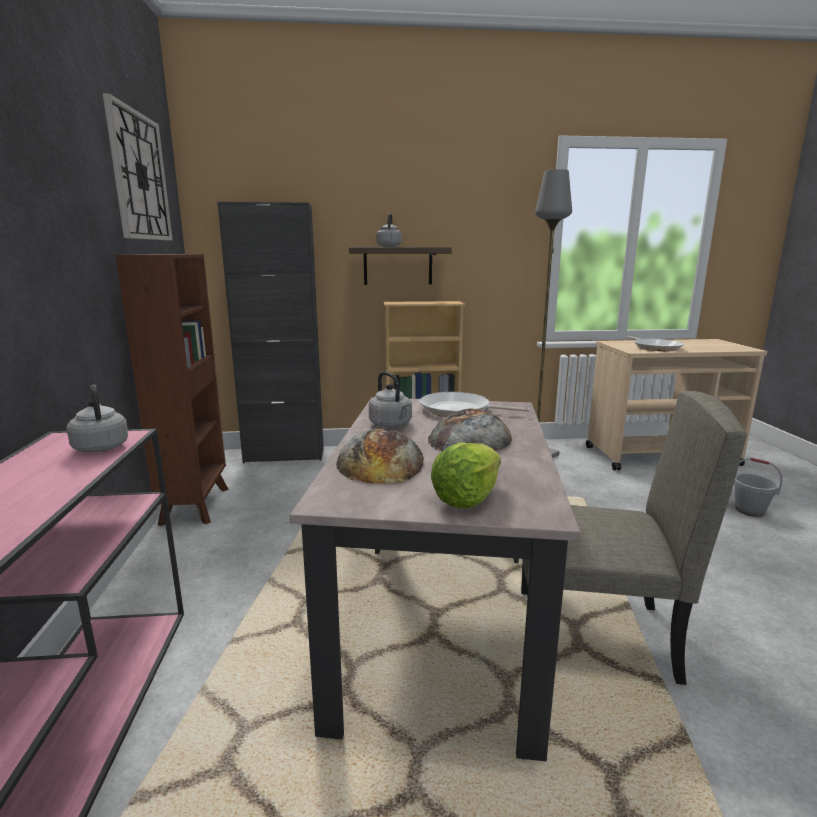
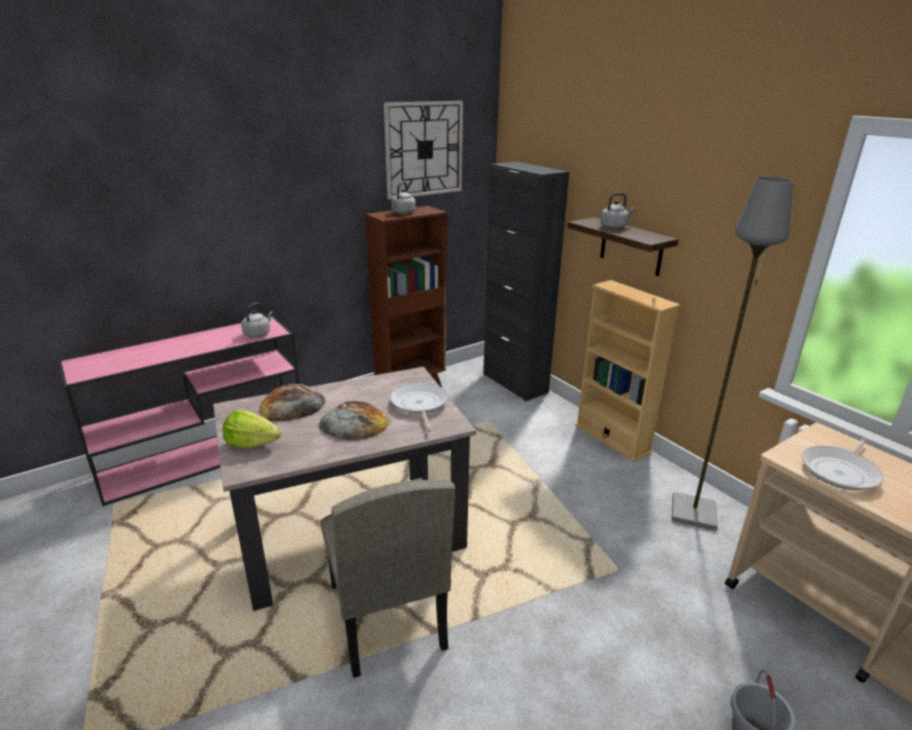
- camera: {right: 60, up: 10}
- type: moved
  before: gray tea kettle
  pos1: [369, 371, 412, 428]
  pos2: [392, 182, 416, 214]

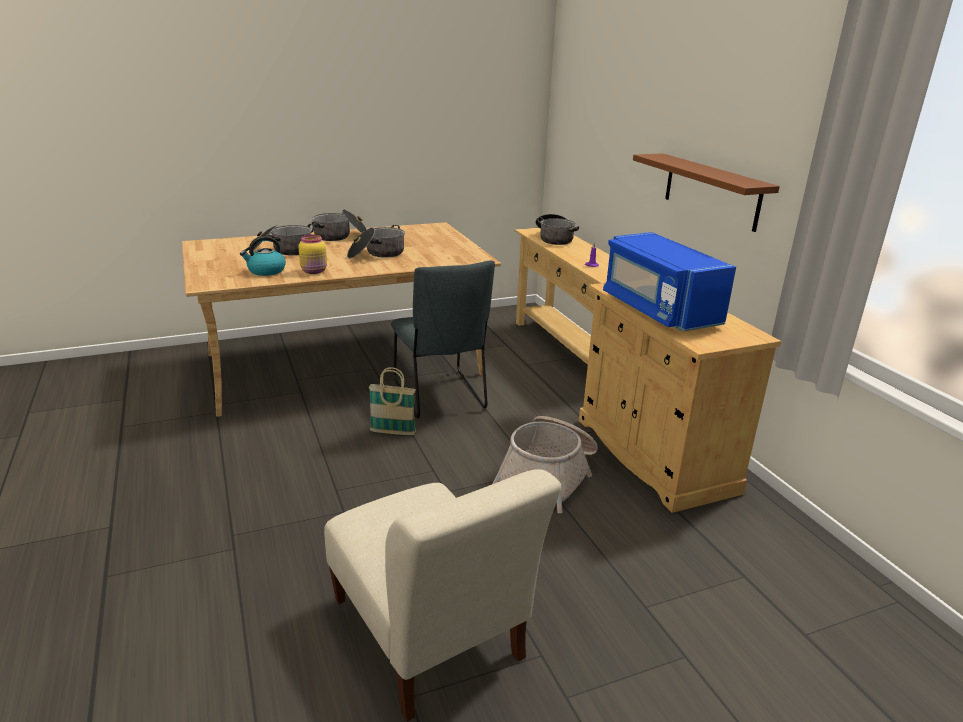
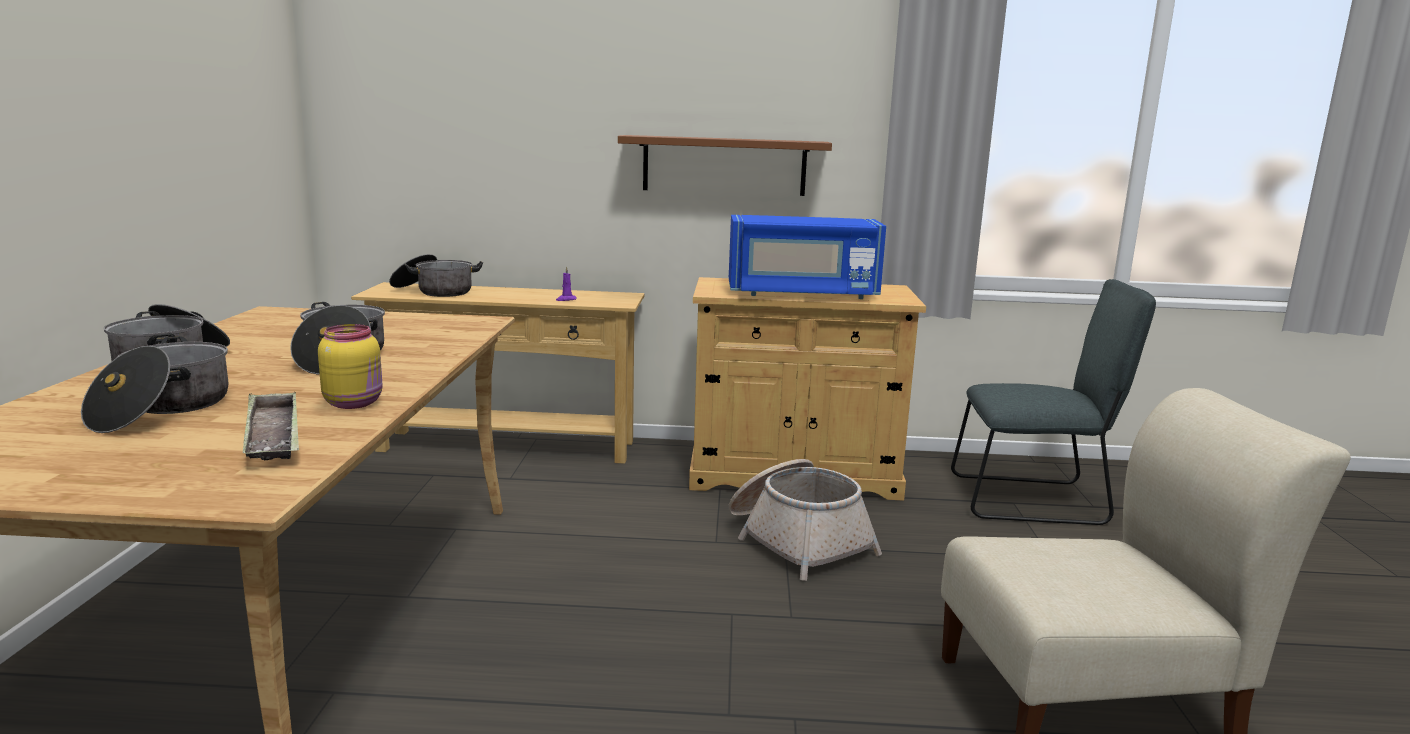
- camera: {right: -65, up: -10}
- type: replaced
  before: tea kettle
  after: tray
  pos1: [240, 236, 286, 276]
  pos2: [243, 392, 299, 460]
- type: moved
  before: gray upright chair
  pos1: [391, 261, 495, 419]
  pos2: [951, 279, 1156, 525]
- type: removed
  before: household basket
  pos1: [369, 367, 416, 435]

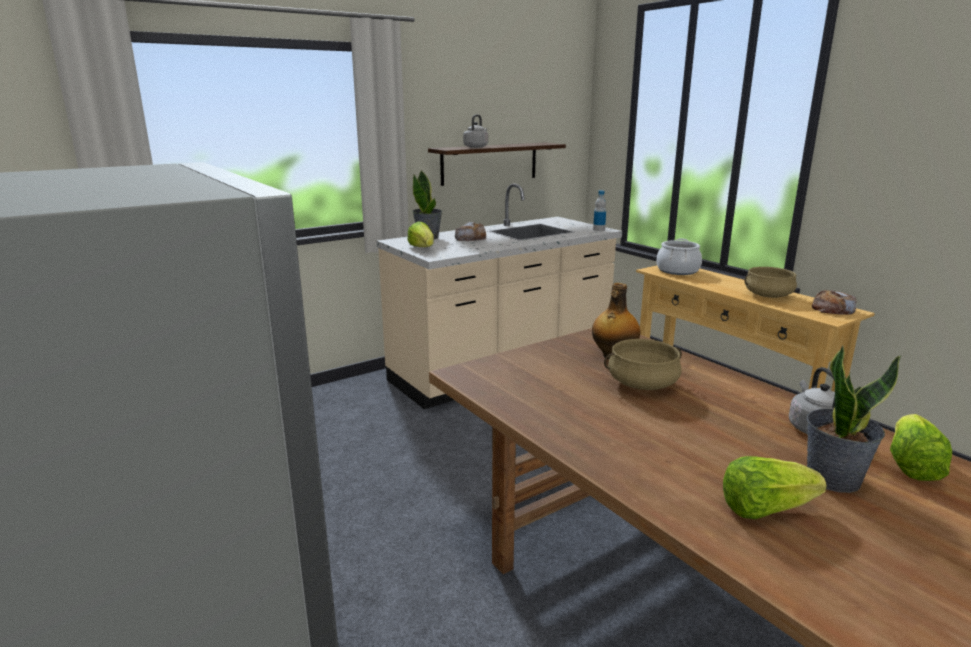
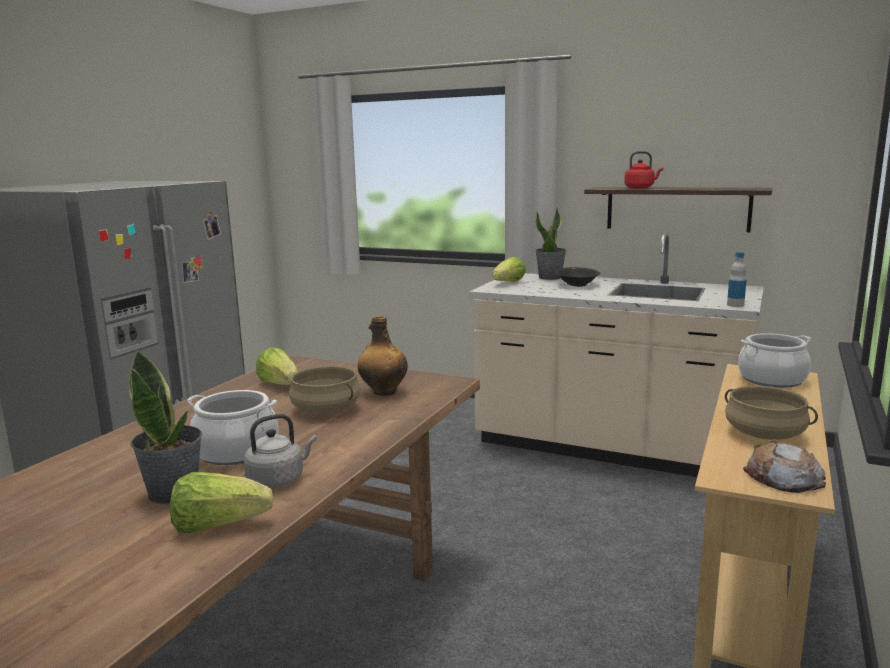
- camera: {right: 60, up: -5}
- type: added
  after: cooking pot
  pos2: [187, 390, 278, 465]
- type: moved
  before: lettuce
  pos1: [723, 456, 827, 519]
  pos2: [256, 348, 298, 385]
- type: replaced
  before: bakery bread
  after: black-coloured deep dish
  pos1: [455, 222, 486, 241]
  pos2: [555, 267, 600, 287]
- type: recoloured
  before: gray tea kettle
  after: red tea kettle
  pos1: [463, 114, 488, 148]
  pos2: [624, 151, 663, 189]

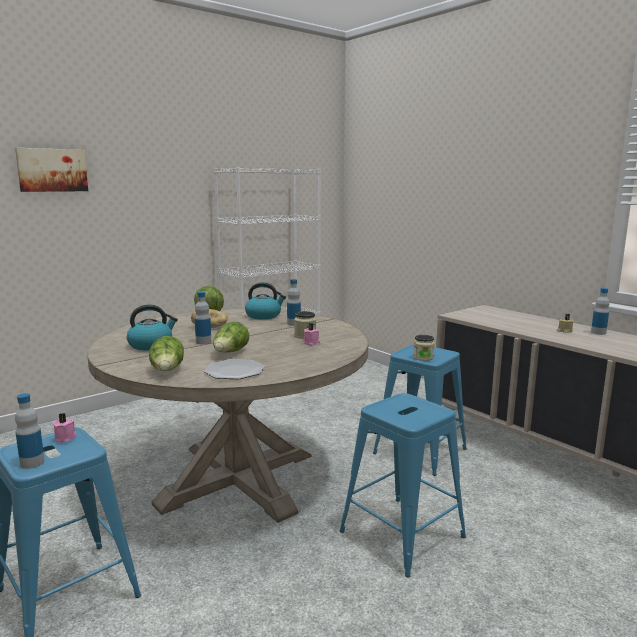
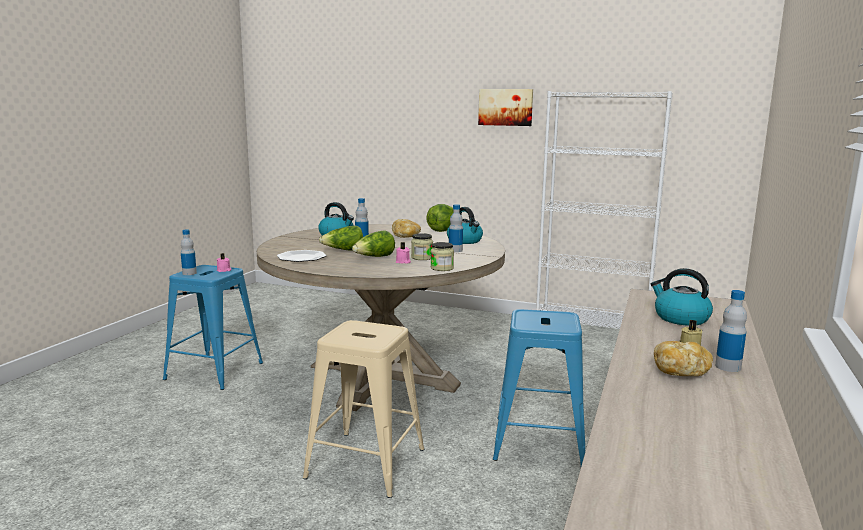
- camera: {right: 60, up: 0}
- type: recoloured
  before: blue-coloured stool
  after: beige stool
  pos1: [340, 393, 466, 578]
  pos2: [303, 320, 424, 498]
- type: moved
  before: lettuce
  pos1: [149, 336, 184, 371]
  pos2: [352, 230, 395, 257]
- type: moved
  before: storage jar
  pos1: [413, 335, 435, 361]
  pos2: [431, 242, 454, 271]
- type: moved
  before: wall picture
  pos1: [15, 148, 88, 192]
  pos2: [478, 89, 533, 126]
- type: added
  after: tea kettle
  pos2: [651, 268, 713, 326]
- type: added
  after: bakery bread
  pos2: [654, 341, 713, 376]

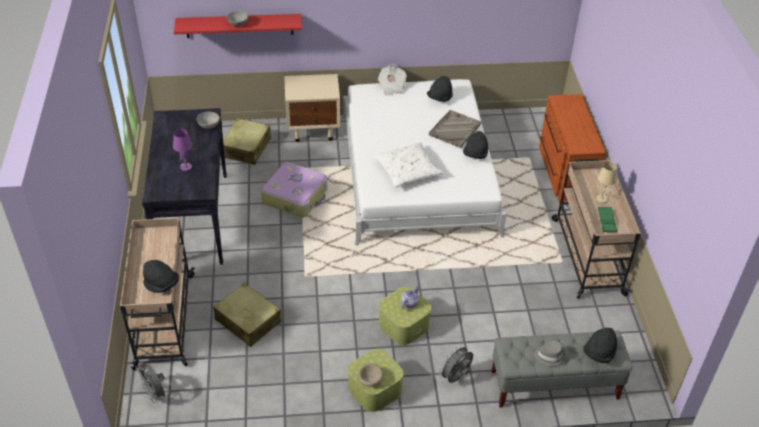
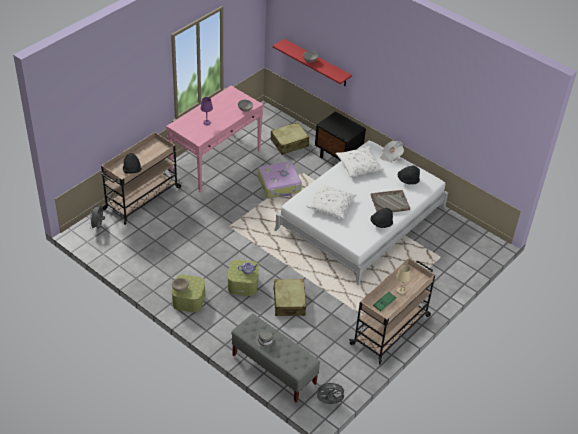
- camera: {right: 45, up: 0}
- type: recoloured
  before: black-coloured narrow table
  after: pink narrow table
  pos1: [142, 108, 227, 265]
  pos2: [166, 85, 264, 192]
- type: moved
  before: beige suitcase
  pos1: [213, 283, 281, 347]
  pos2: [274, 279, 307, 316]
- type: recoloured
  before: beige bedside table
  after: black-coloured bedside table
  pos1: [284, 74, 340, 142]
  pos2: [315, 111, 366, 162]
- type: moved
  before: gray cooling fan
  pos1: [439, 345, 473, 383]
  pos2: [315, 381, 346, 404]
- type: added
  after: whitish cushion
  pos2: [336, 147, 384, 177]
- type: removed
  before: brown-coloured dresser
  pos1: [539, 94, 606, 204]
- type: removed
  before: black-coloured wearable hat
  pos1: [583, 328, 617, 363]

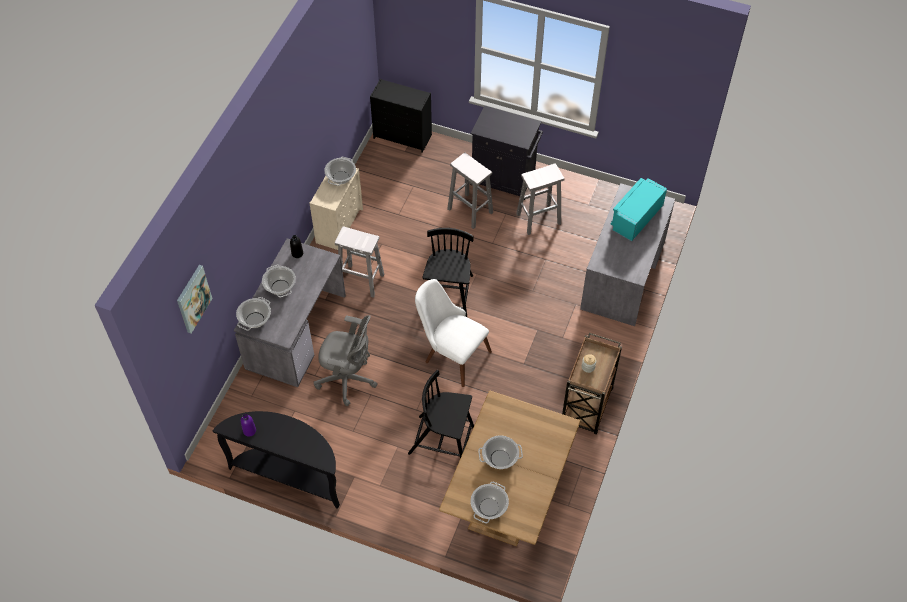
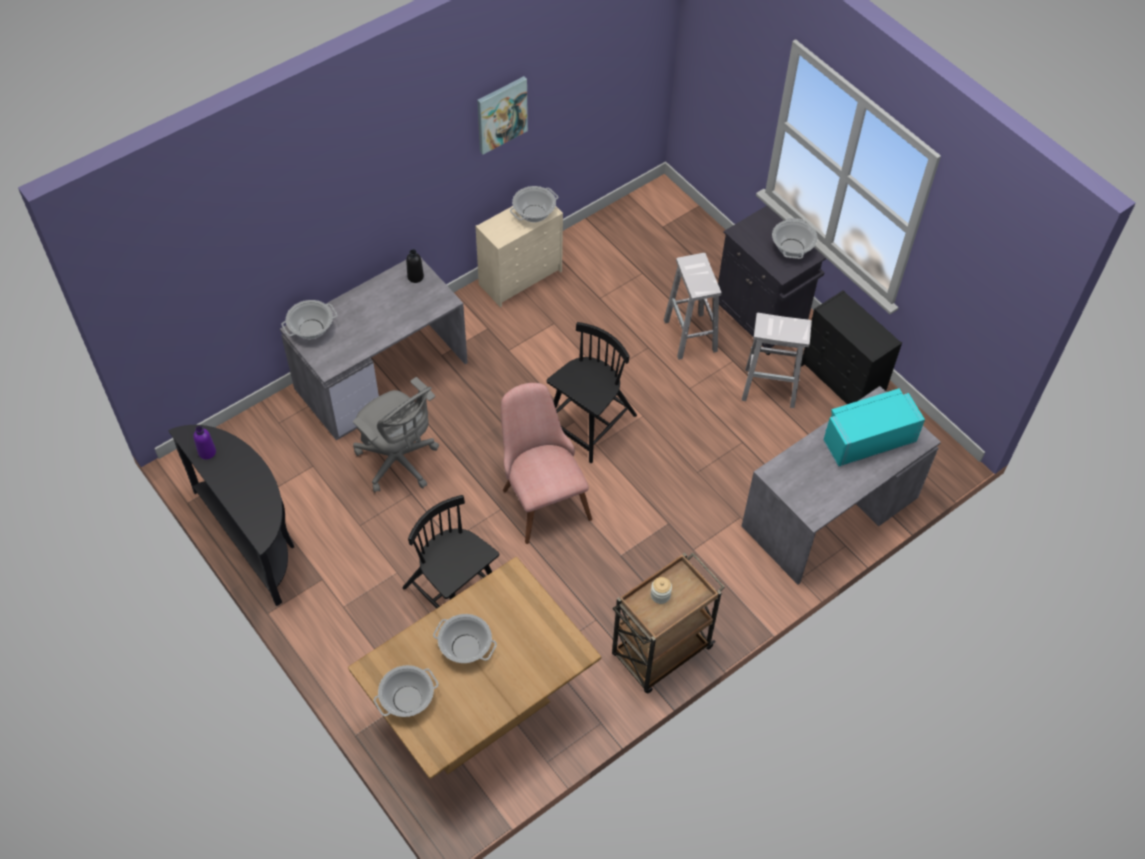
- camera: {right: 30, up: 0}
- type: moved
  before: wall picture
  pos1: [177, 265, 213, 334]
  pos2: [477, 76, 528, 155]
- type: recoloured
  before: whitish upright chair
  after: pink upright chair
  pos1: [415, 279, 492, 387]
  pos2: [501, 383, 592, 544]
- type: moved
  before: cooking pot
  pos1: [262, 265, 296, 297]
  pos2: [772, 218, 818, 259]
- type: moved
  before: black-coloured dresser
  pos1: [370, 79, 432, 153]
  pos2: [801, 290, 902, 404]
- type: removed
  before: whitish stool
  pos1: [335, 226, 384, 298]

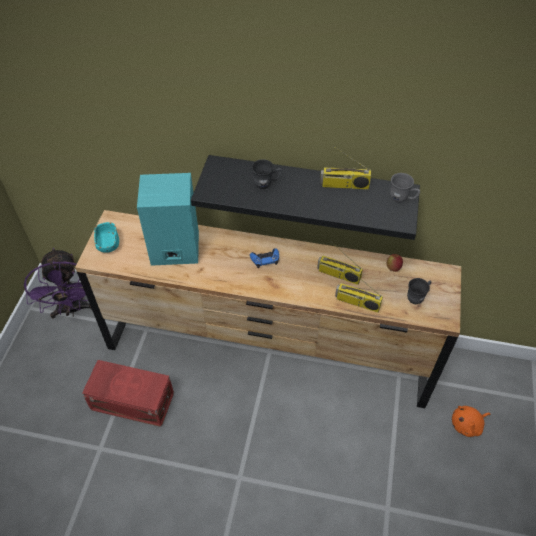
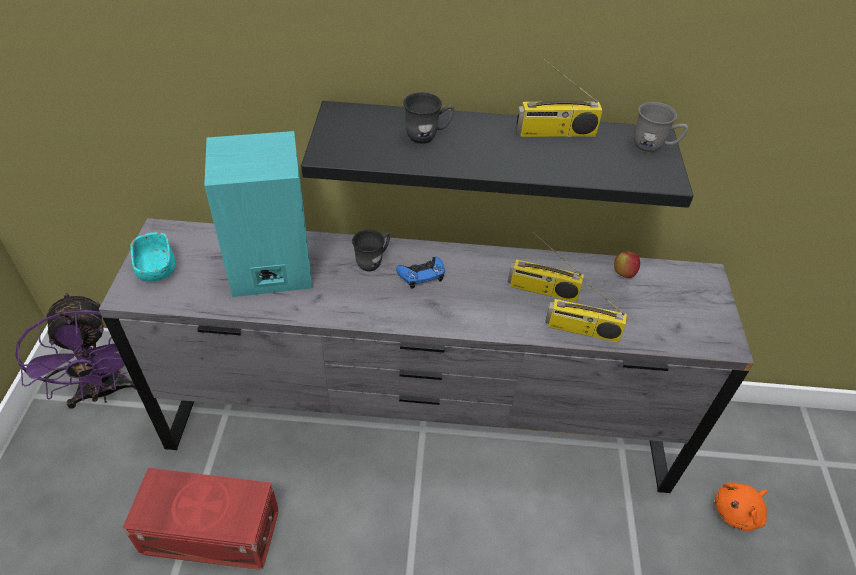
- camera: {right: -10, up: -5}
- type: recoloured
  before: brown-coloured dresser
  after: gray dresser
  pos1: [75, 210, 461, 408]
  pos2: [99, 218, 754, 493]
- type: moved
  before: gray mug
  pos1: [407, 278, 431, 304]
  pos2: [352, 230, 390, 272]

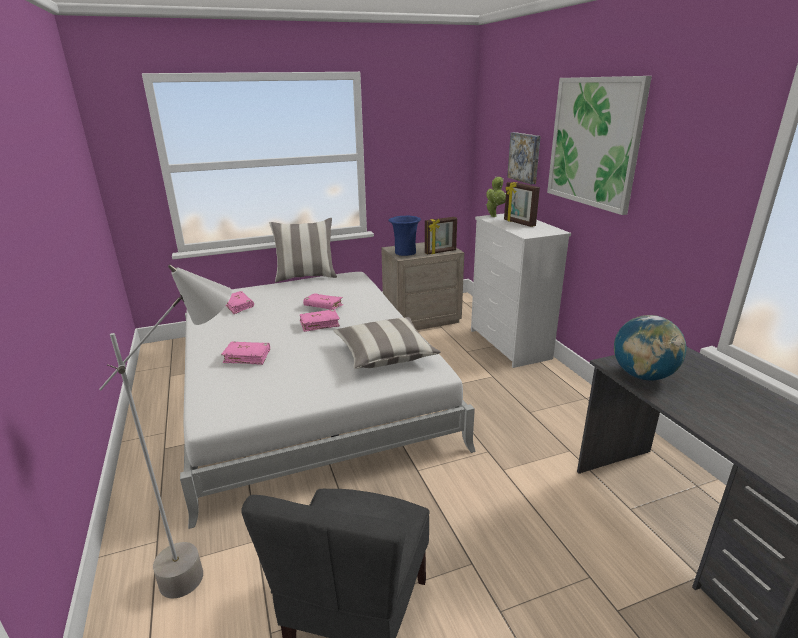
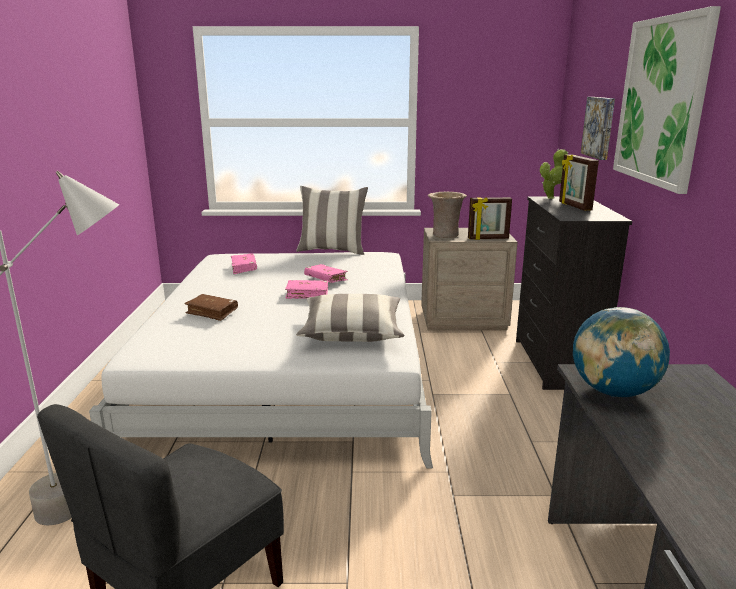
- camera: {right: 20, up: -5}
- type: recoloured
  before: pink bound book
  after: brown-coloured bound book
  pos1: [221, 341, 270, 365]
  pos2: [184, 294, 238, 321]
- type: recoloured
  before: blue-coloured vase
  after: beige vase
  pos1: [389, 216, 421, 256]
  pos2: [428, 192, 467, 238]
- type: recoloured
  before: whitish dresser
  after: black-coloured dresser
  pos1: [471, 214, 571, 368]
  pos2: [516, 197, 632, 390]

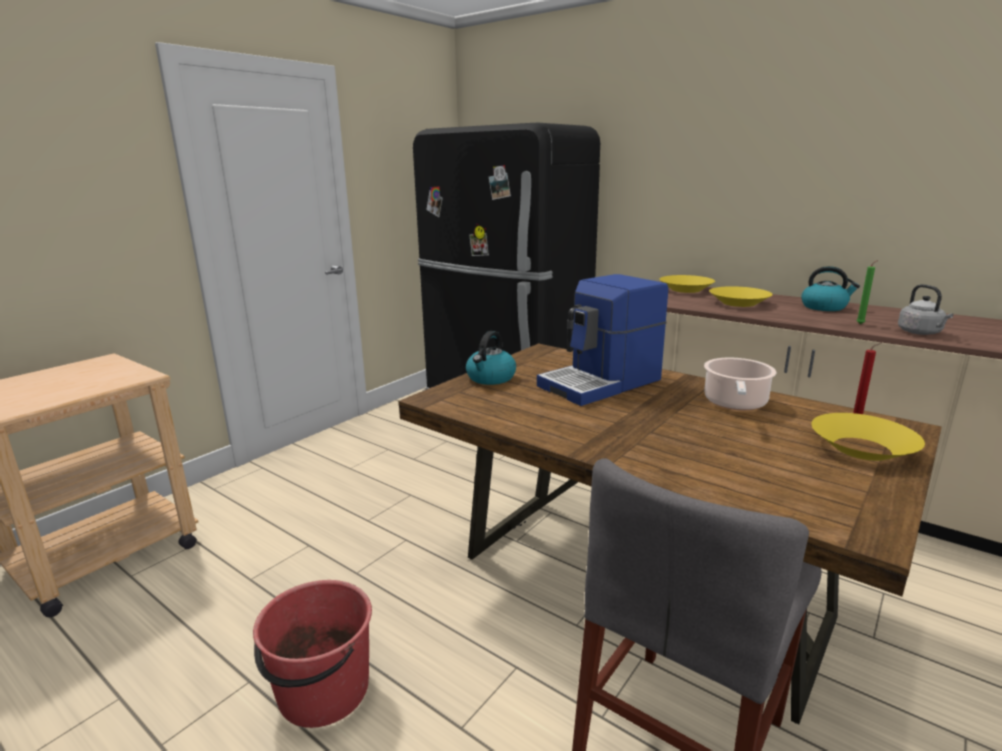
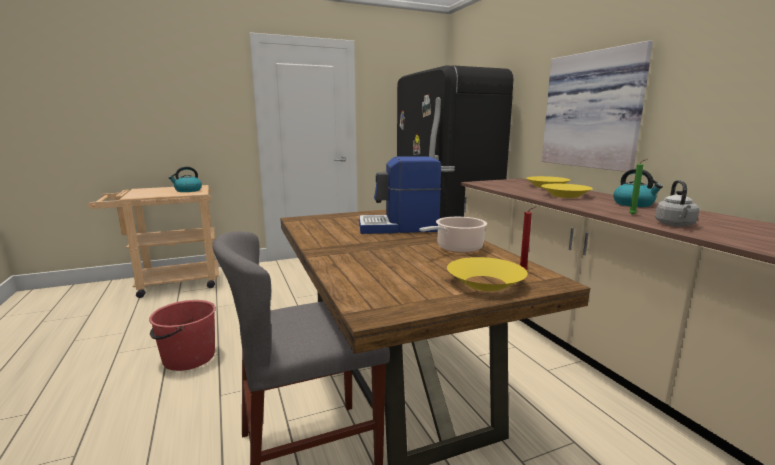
- camera: {right: 30, up: -5}
- type: moved
  before: tea kettle
  pos1: [466, 331, 516, 385]
  pos2: [169, 166, 202, 192]
- type: added
  after: wall picture
  pos2: [542, 41, 653, 172]

